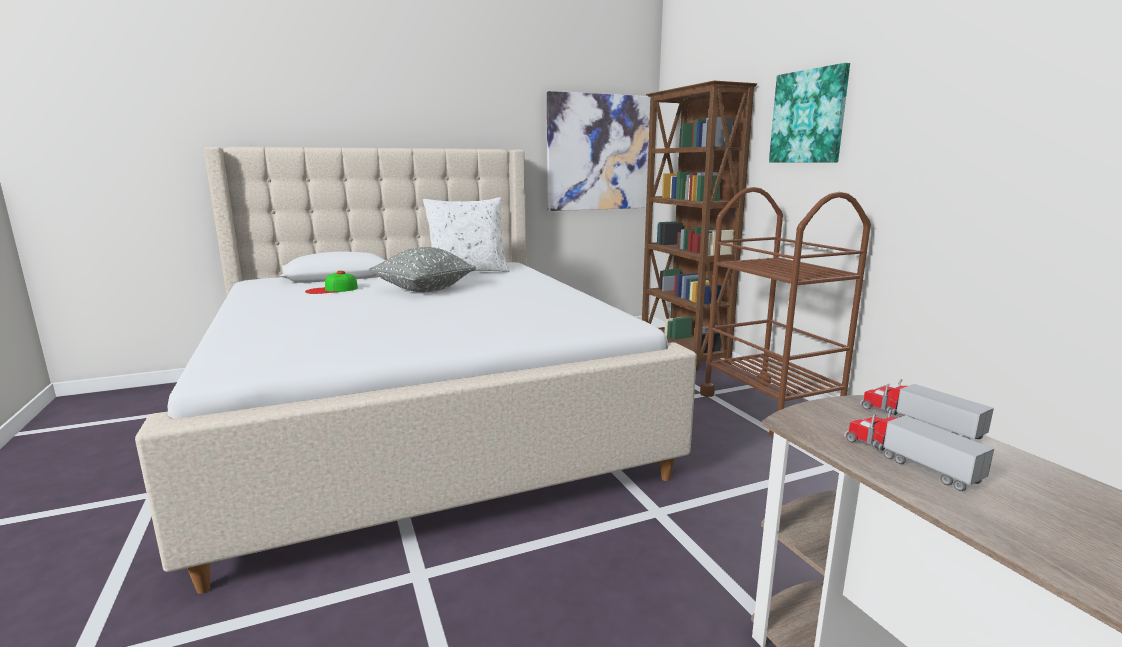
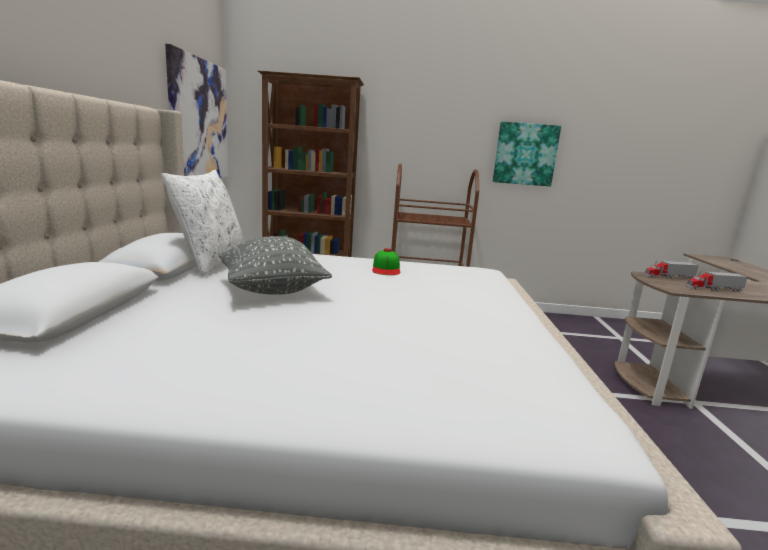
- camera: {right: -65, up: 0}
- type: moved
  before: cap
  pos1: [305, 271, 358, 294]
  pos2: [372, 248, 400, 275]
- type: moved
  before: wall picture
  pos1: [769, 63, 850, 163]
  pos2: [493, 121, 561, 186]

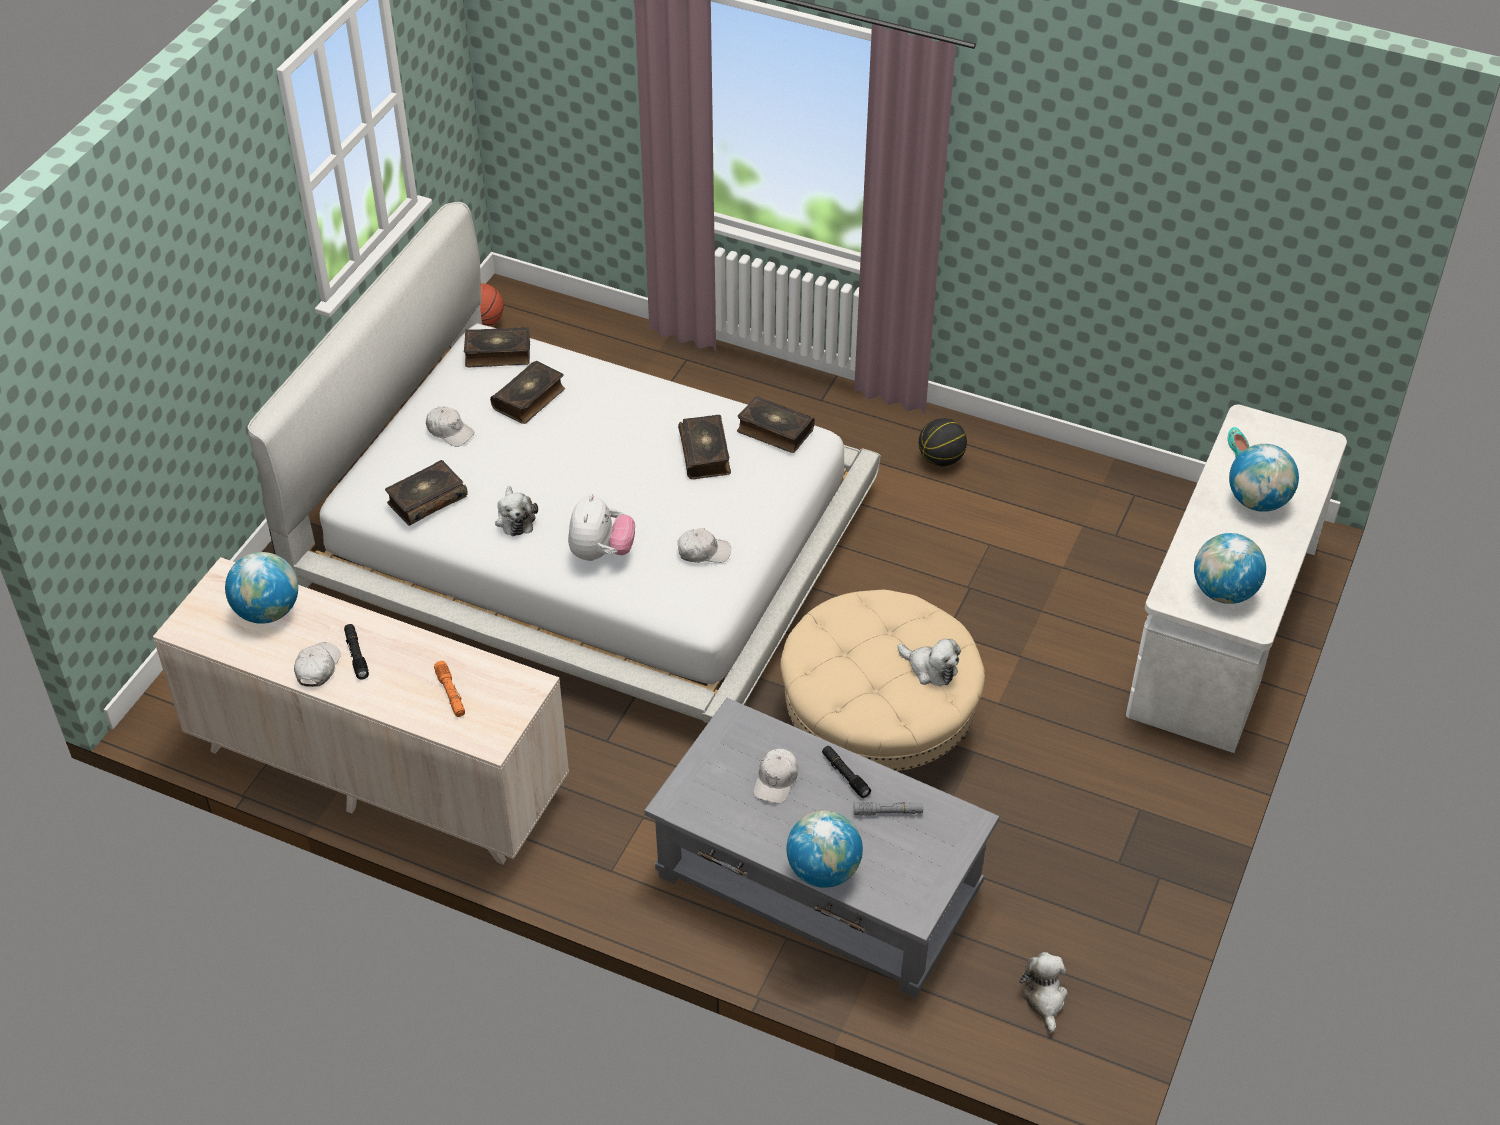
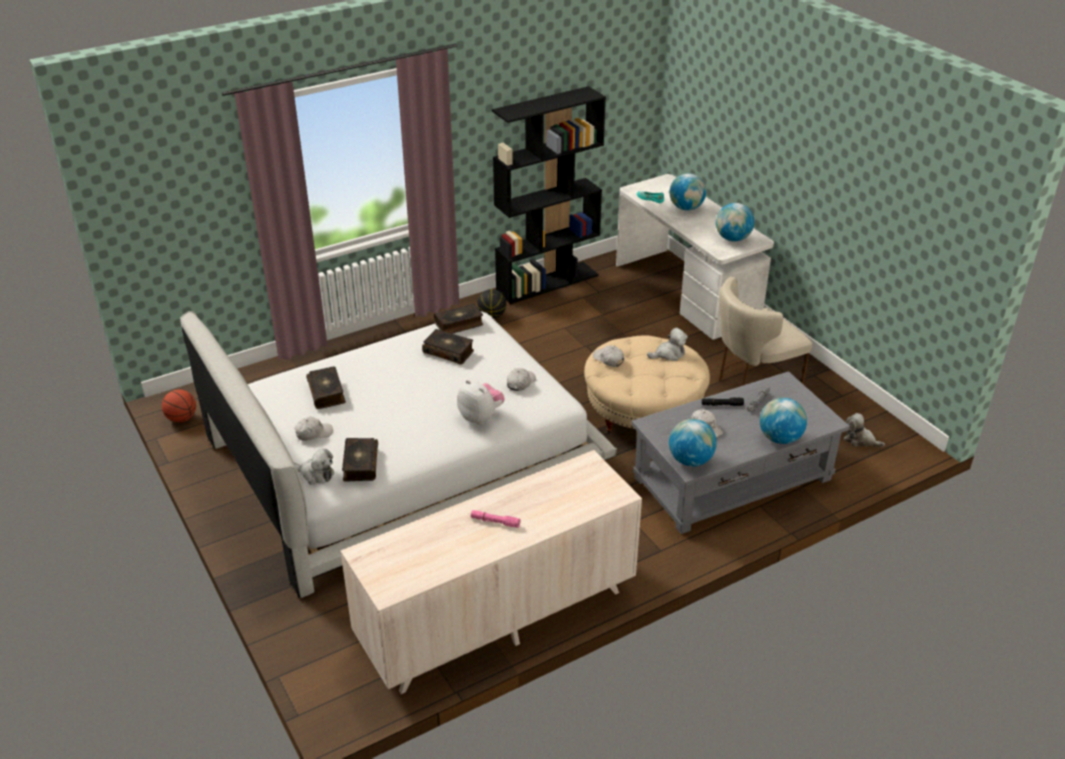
- camera: {right: -55, up: -10}
- type: moved
  before: plush toy
  pos1: [495, 486, 538, 536]
  pos2: [294, 449, 335, 485]
- type: recoloured
  before: black-coloured flashlight
  after: pink flashlight
  pos1: [344, 624, 369, 680]
  pos2: [471, 510, 521, 528]
- type: added
  after: black-coloured shelving unit
  pos2: [492, 86, 606, 304]
- type: moved
  before: whitish cap
  pos1: [294, 642, 341, 687]
  pos2: [593, 345, 624, 367]
- type: moved
  before: desk globe
  pos1: [225, 552, 298, 624]
  pos2: [669, 419, 717, 467]
- type: added
  after: beige upright chair
  pos2: [719, 277, 813, 386]
- type: removed
  before: orangey flashlight
  pos1: [434, 661, 465, 717]
- type: removed
  before: bound book
  pos1: [464, 327, 530, 368]

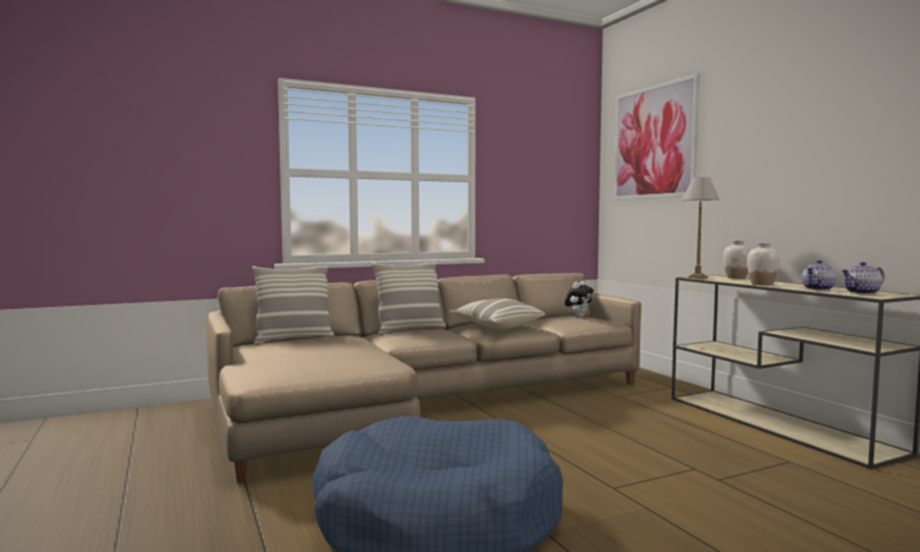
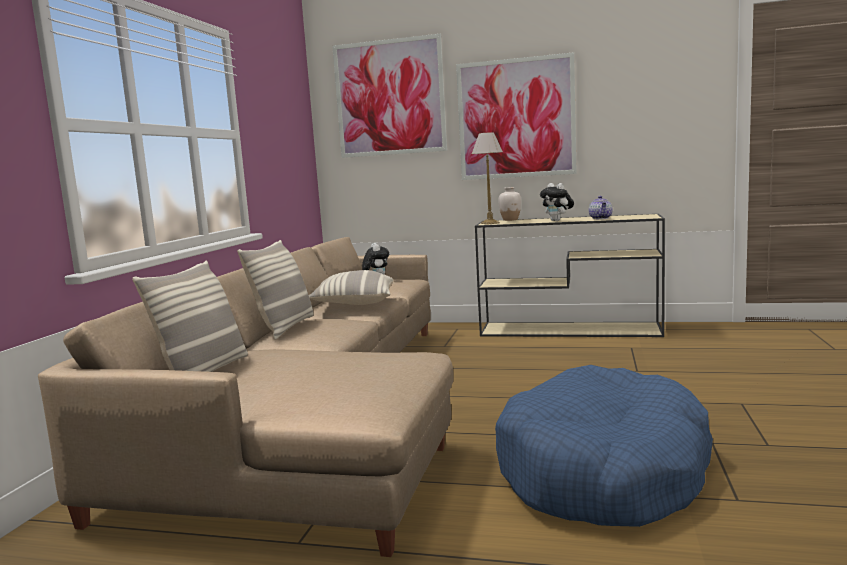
- camera: {right: -50, up: 5}
- type: added
  after: wall picture
  pos2: [456, 52, 577, 180]
- type: replaced
  before: whitish vase
  after: plush toy
  pos1: [747, 242, 780, 285]
  pos2: [540, 183, 574, 221]
- type: removed
  before: tea pot
  pos1: [841, 262, 885, 294]

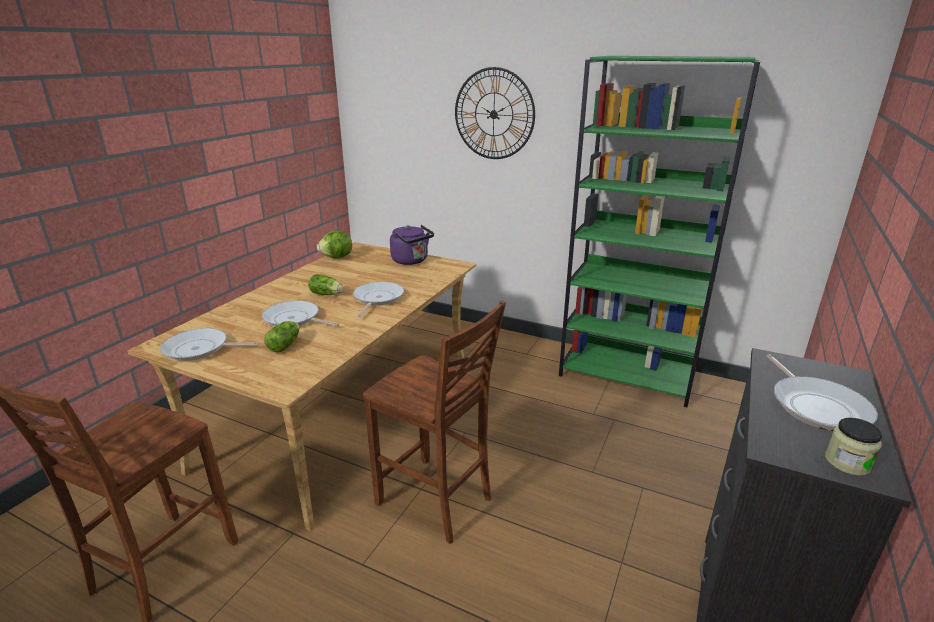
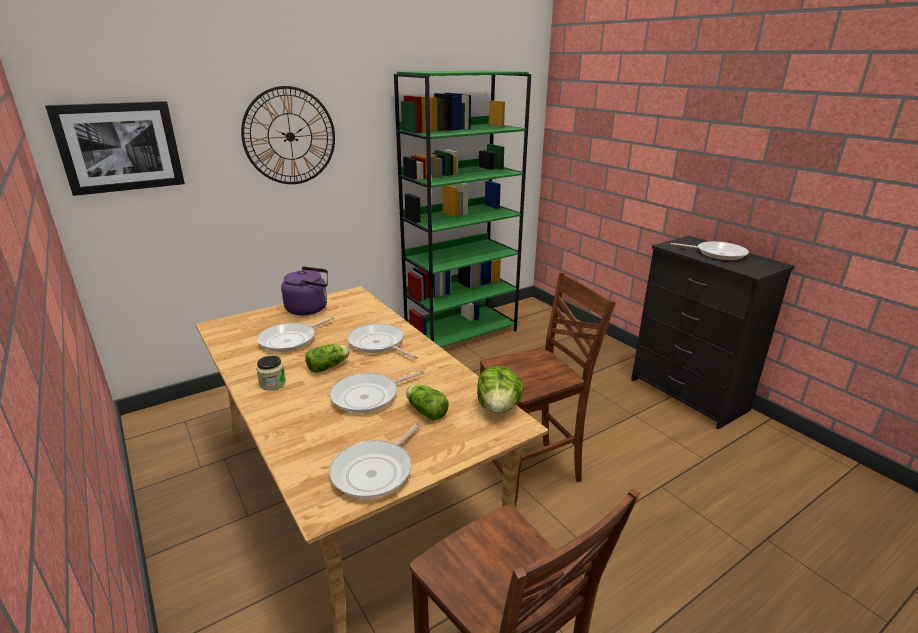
- camera: {right: -60, up: 0}
- type: added
  after: wall picture
  pos2: [45, 101, 185, 196]
- type: added
  after: pan
  pos2: [257, 317, 335, 352]
- type: moved
  before: storage jar
  pos1: [825, 418, 882, 476]
  pos2: [257, 356, 286, 391]
- type: moved
  before: lettuce
  pos1: [317, 231, 352, 259]
  pos2: [477, 366, 524, 413]

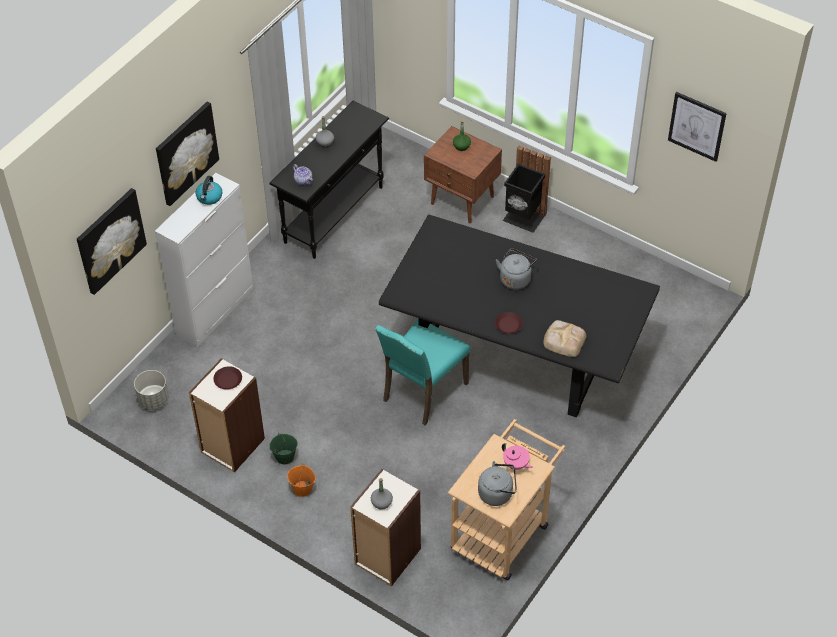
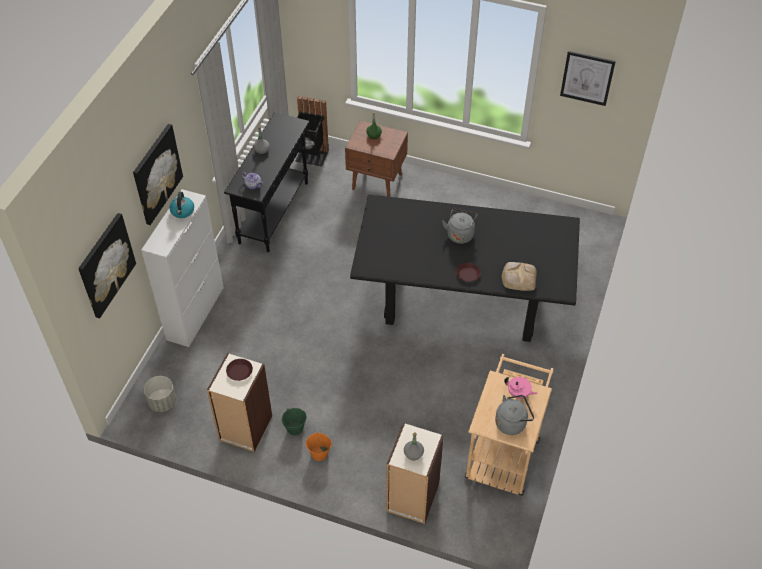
- camera: {right: -15, up: 0}
- type: moved
  before: black-coloured trash can
  pos1: [503, 145, 551, 233]
  pos2: [295, 96, 329, 166]
- type: removed
  before: blue-green upright chair
  pos1: [375, 319, 470, 425]

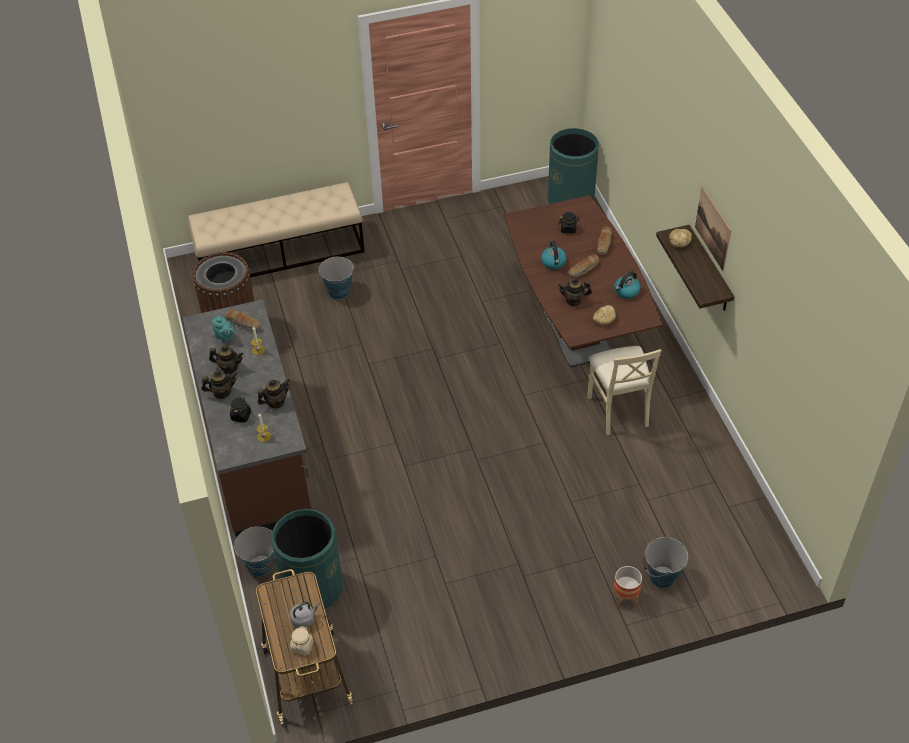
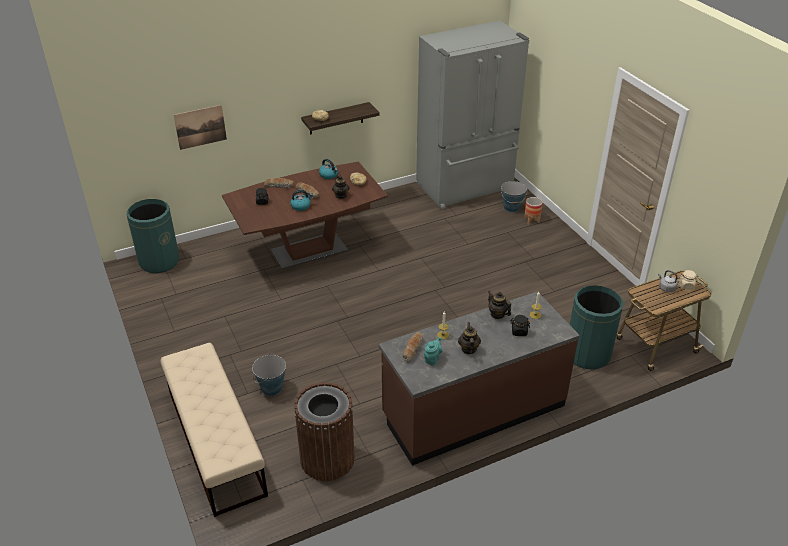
- camera: {right: -100, up: -10}
- type: moved
  before: wall picture
  pos1: [695, 187, 731, 271]
  pos2: [174, 105, 227, 150]
- type: added
  after: gray refrigerator
  pos2: [416, 21, 529, 209]
- type: removed
  before: tea pot
  pos1: [201, 370, 237, 399]
- type: removed
  before: pail
  pos1: [234, 526, 276, 577]
- type: removed
  before: beige upright chair
  pos1: [587, 346, 662, 435]

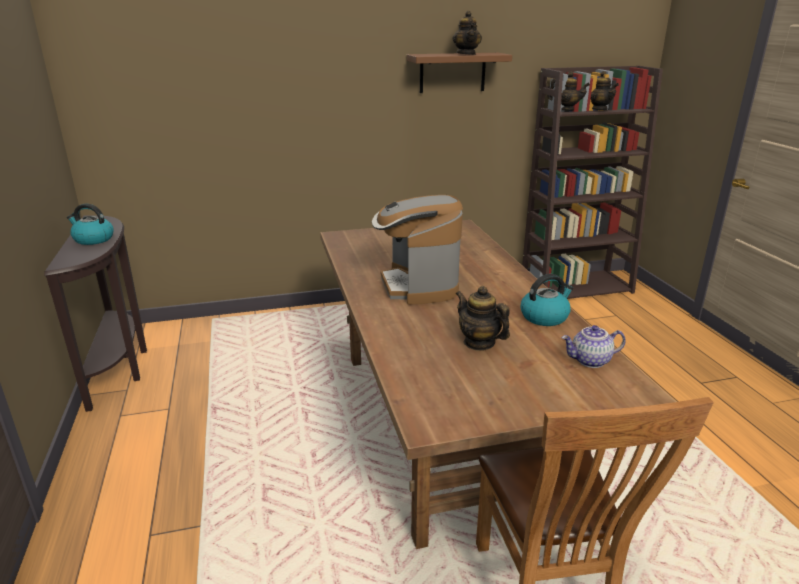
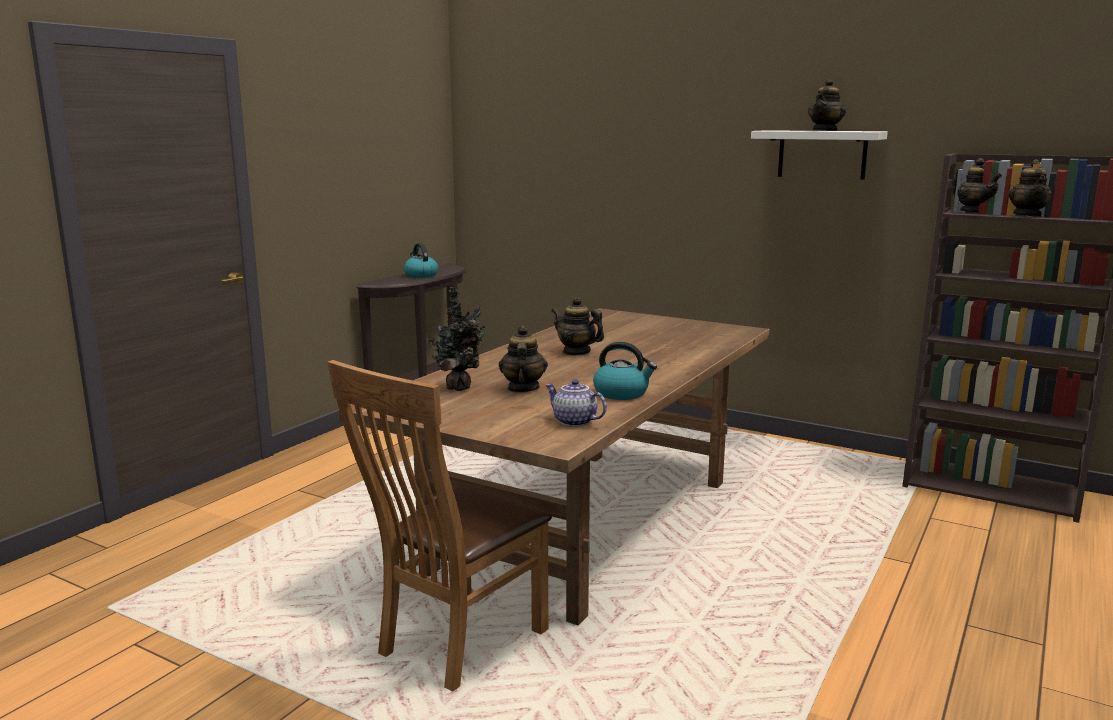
- camera: {right: 45, up: -10}
- type: added
  after: plant in a pot
  pos2: [426, 287, 487, 391]
- type: replaced
  before: coffee brewer
  after: tea pot
  pos1: [372, 195, 463, 305]
  pos2: [551, 297, 604, 356]
- type: recoloured
  before: brown-coloured bracket shelf
  after: whitish bracket shelf
  pos1: [407, 53, 512, 93]
  pos2: [751, 130, 888, 180]

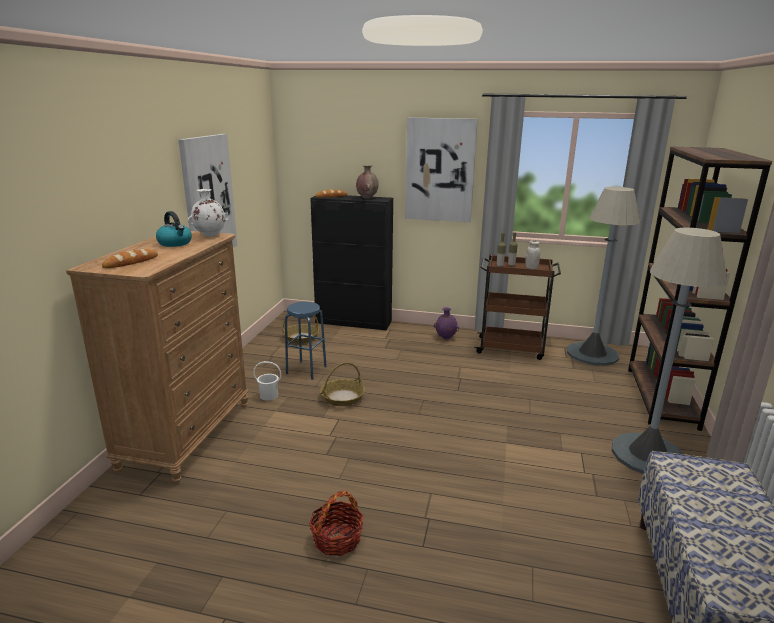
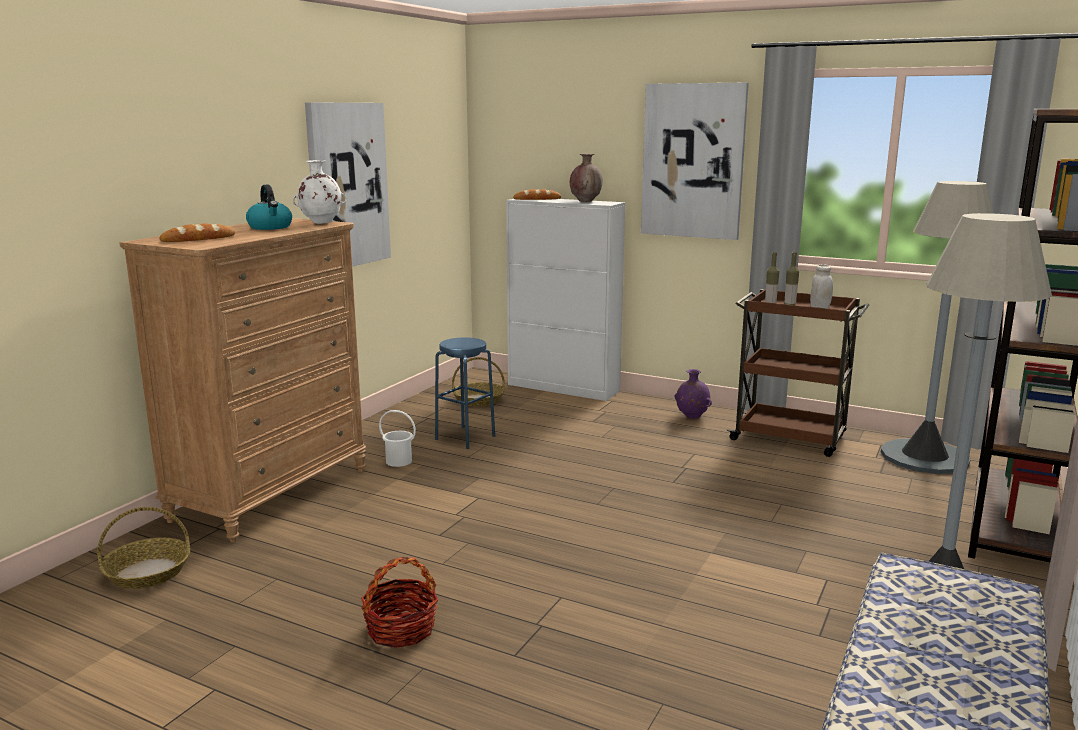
- camera: {right: 15, up: -5}
- type: moved
  before: household basket
  pos1: [320, 362, 365, 406]
  pos2: [97, 507, 190, 589]
- type: recoloured
  before: black-coloured storage cabinet
  after: whitish storage cabinet
  pos1: [310, 195, 393, 330]
  pos2: [506, 199, 625, 401]

